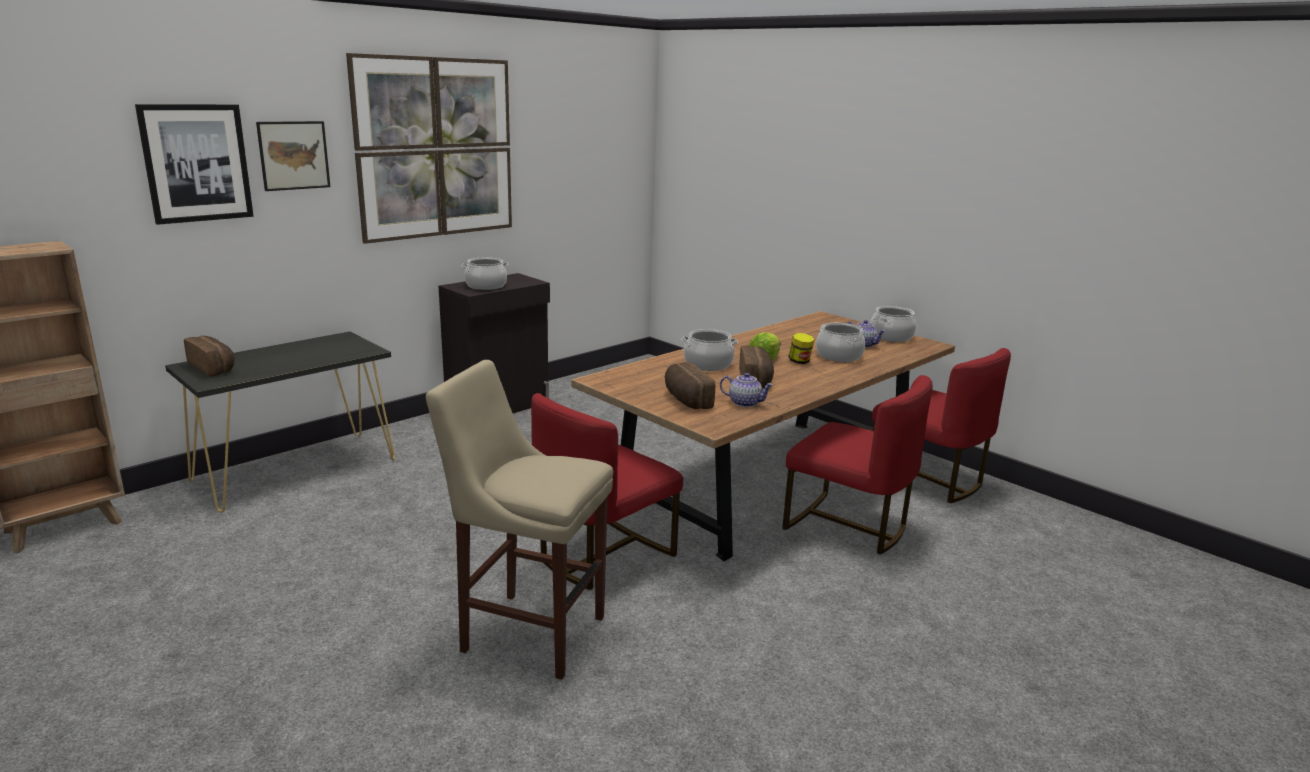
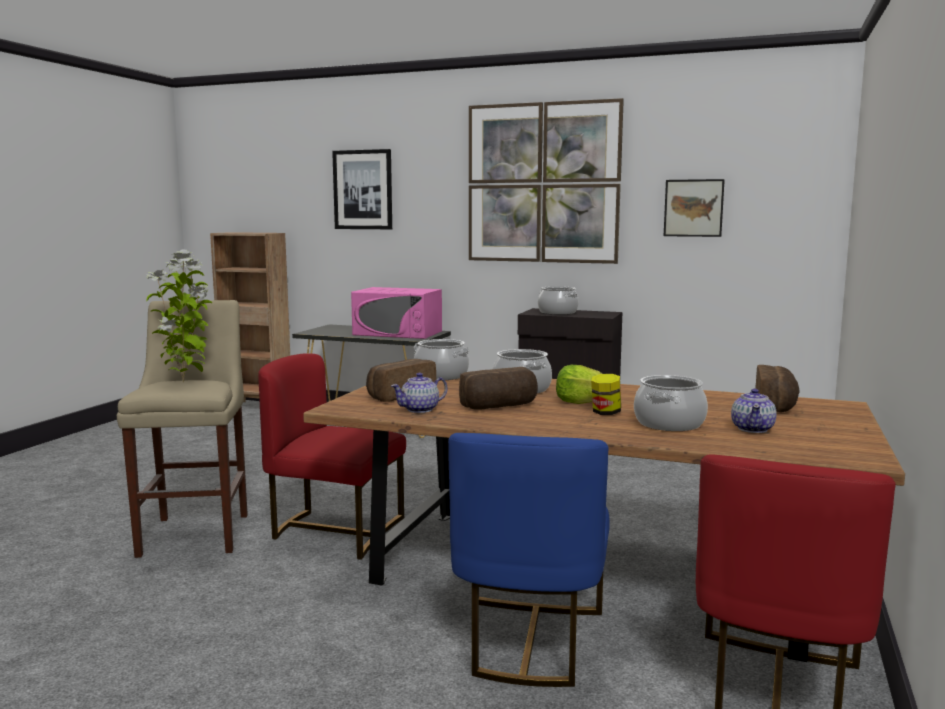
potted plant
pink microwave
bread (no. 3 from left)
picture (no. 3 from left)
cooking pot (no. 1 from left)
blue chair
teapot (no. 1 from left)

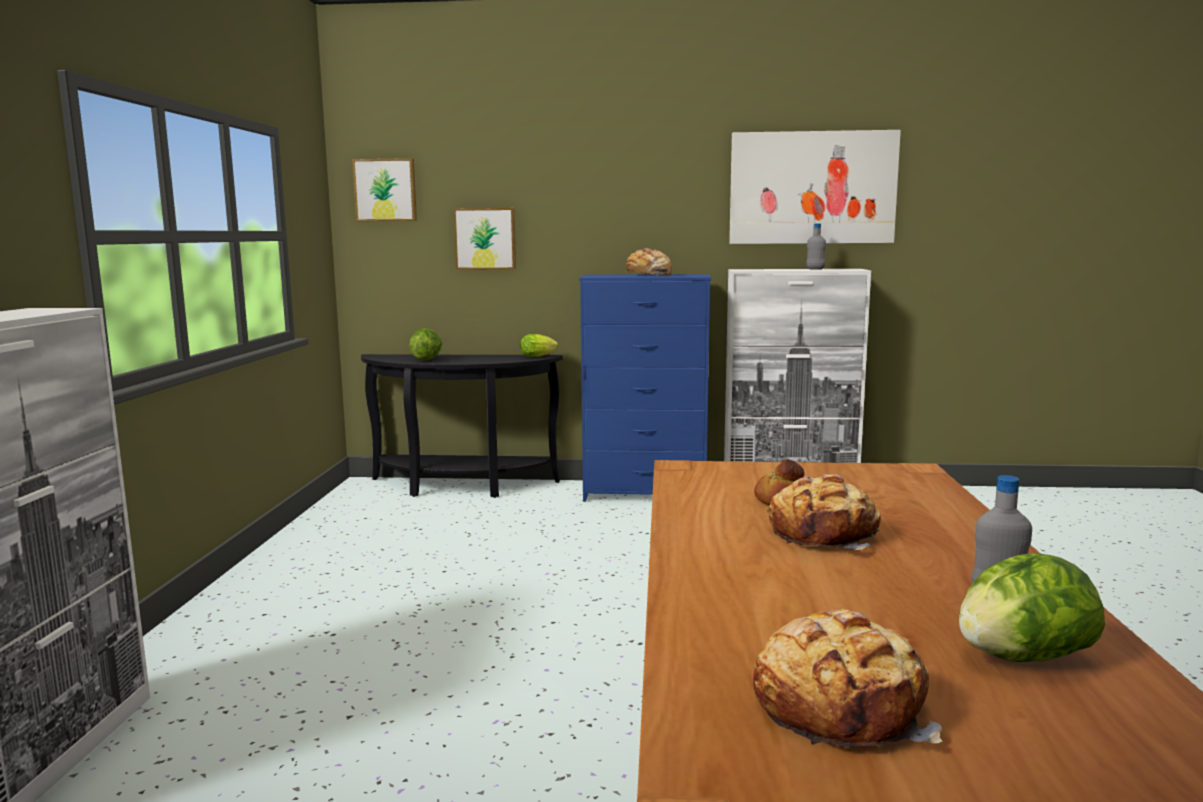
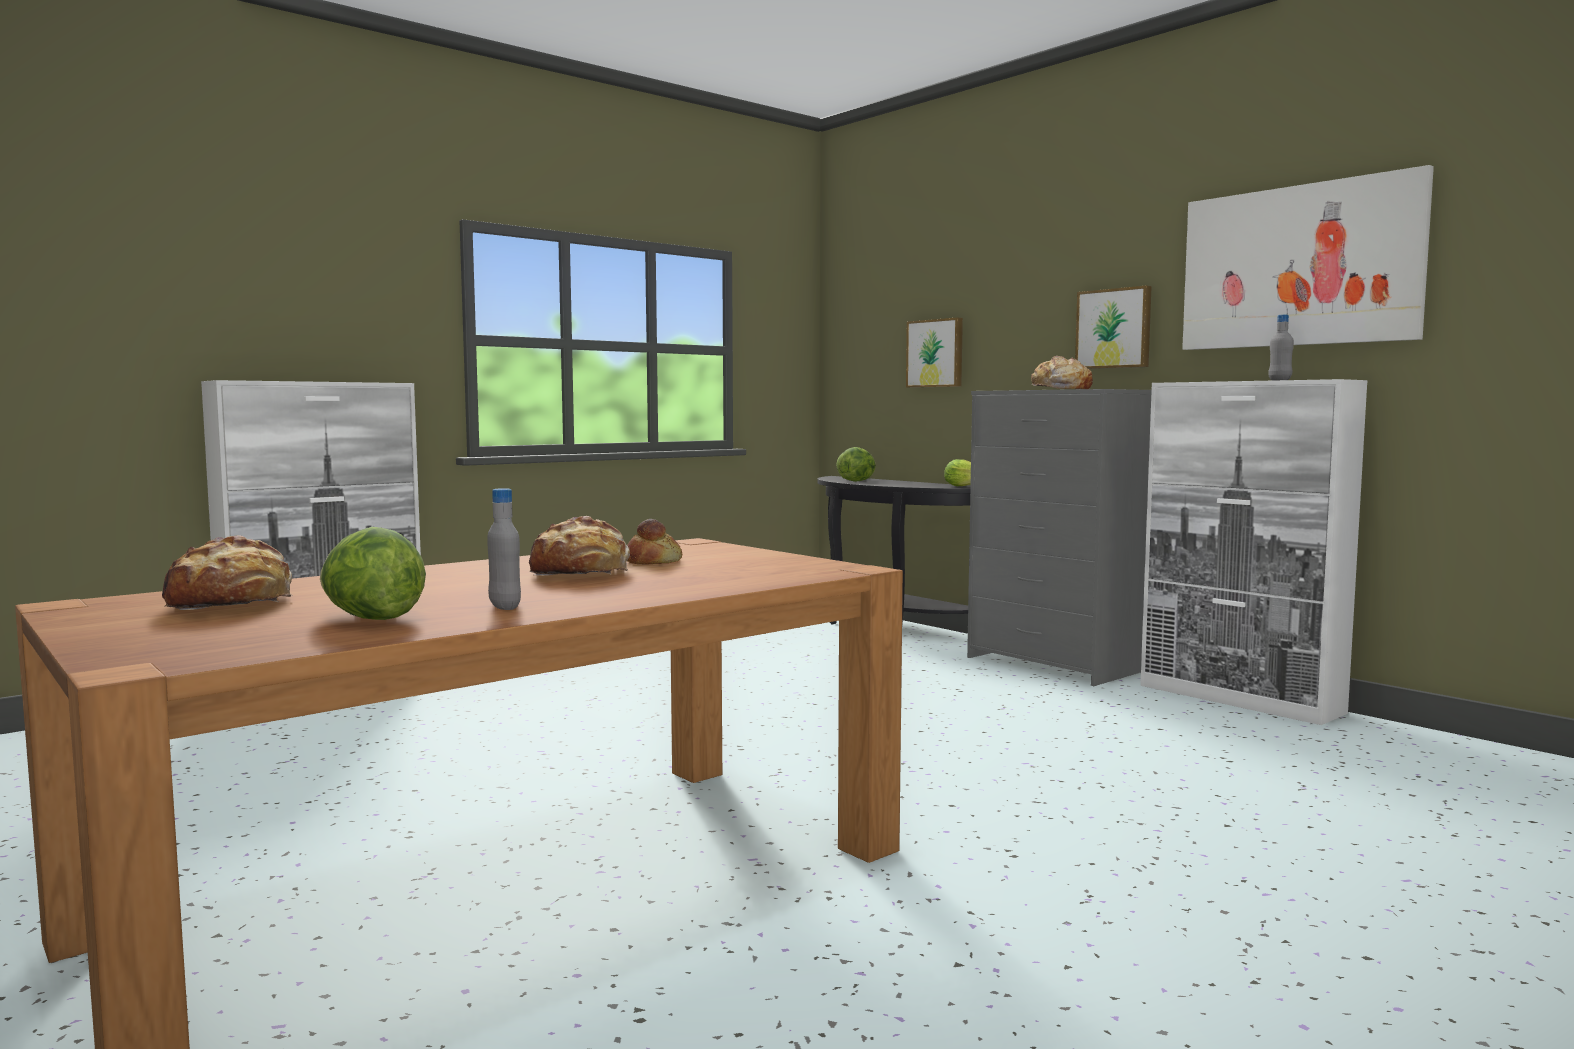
picture (no. 2 from left)
grey dresser

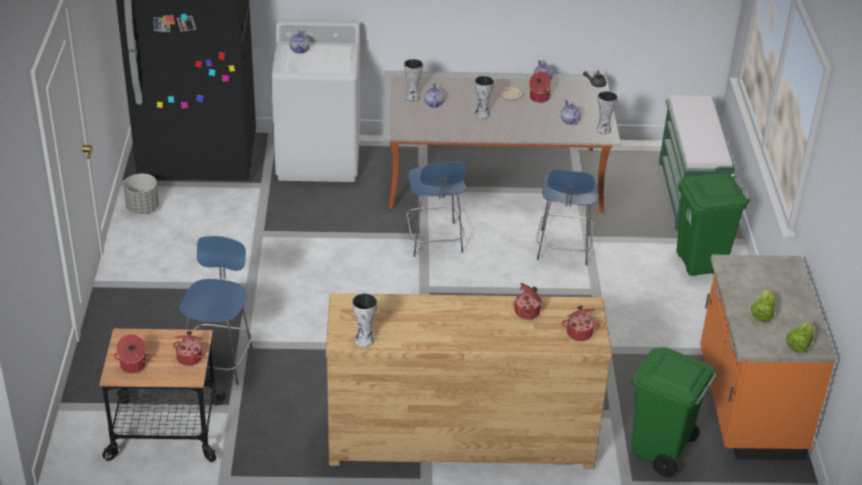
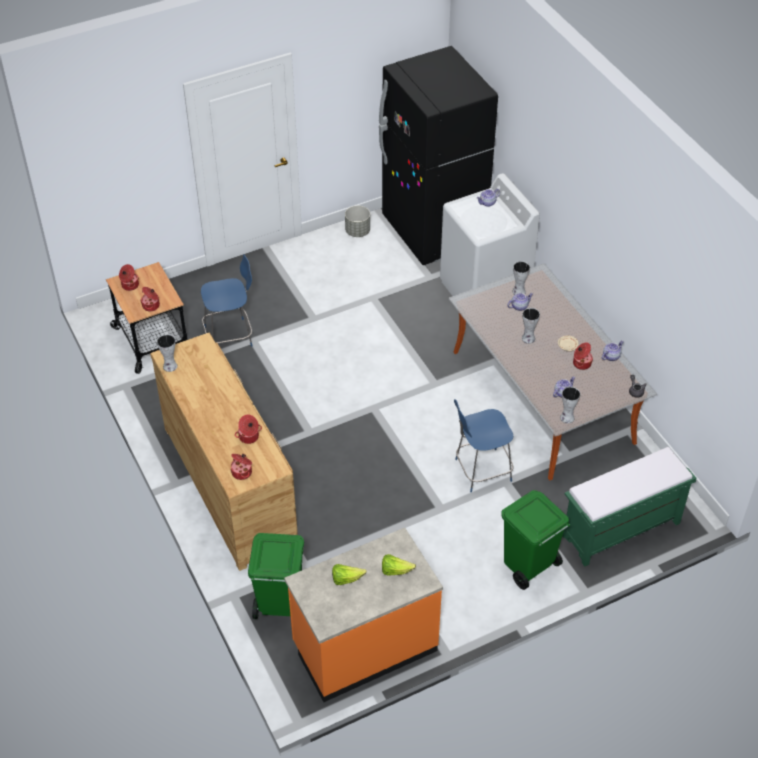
blue chair (no. 2 from left in the first image)
lettuce (no. 2 from left)

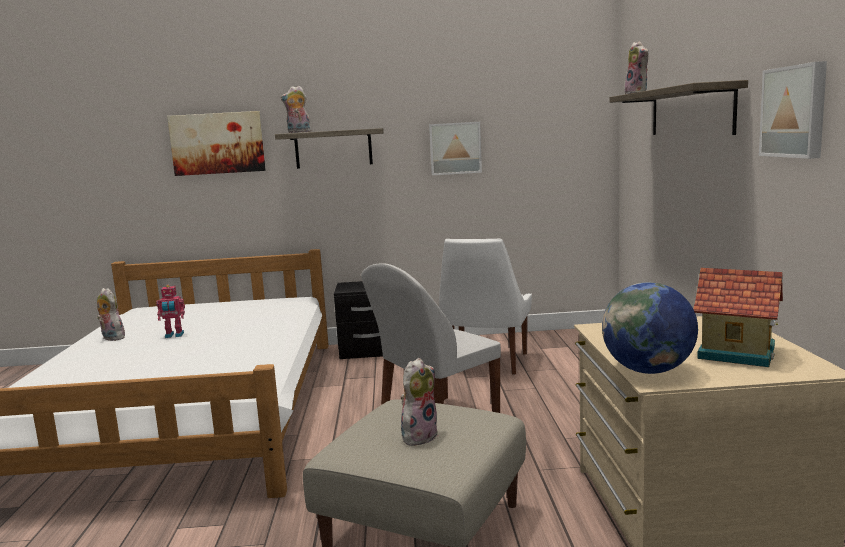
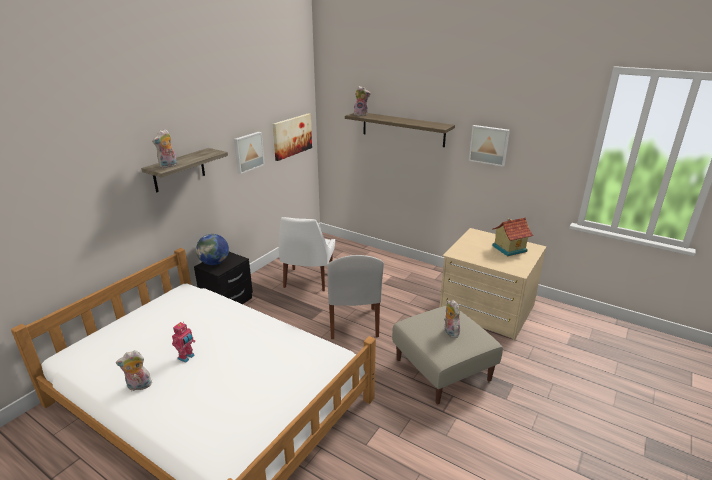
picture (no. 2 from left)
globe
white chair (no. 1 from left)

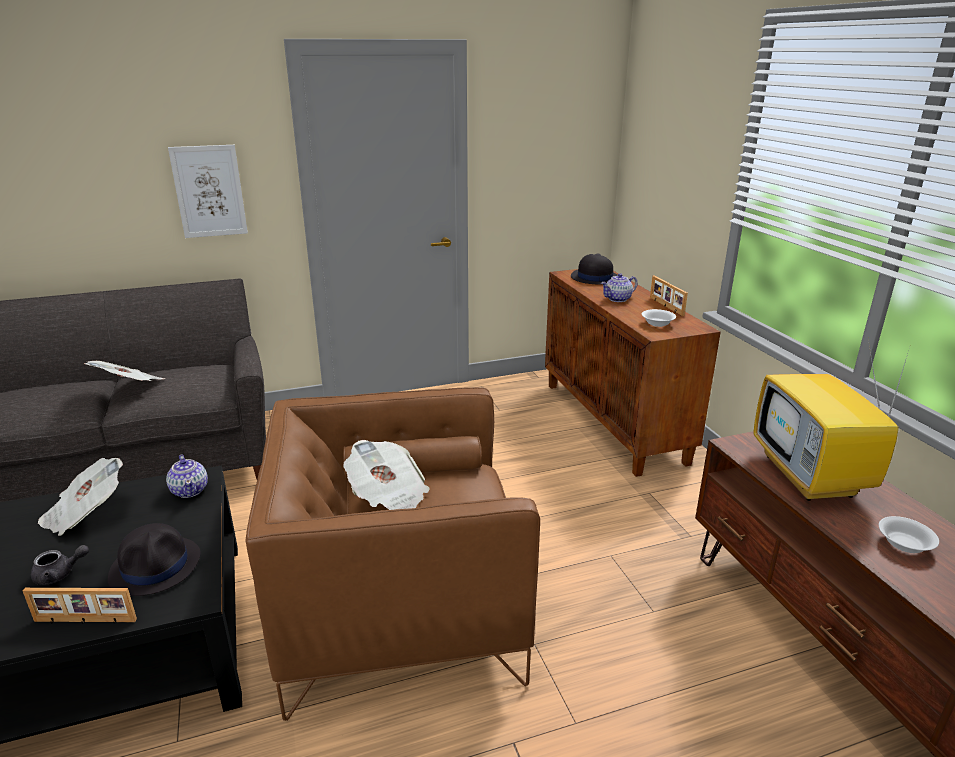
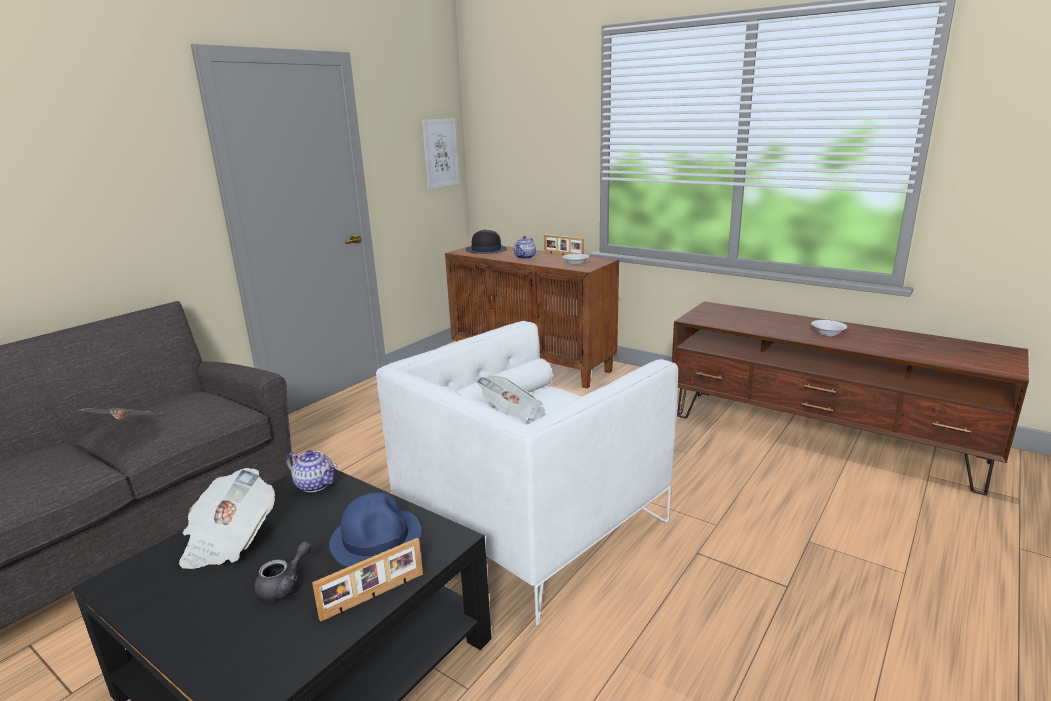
television
picture
blue hat
white armchair

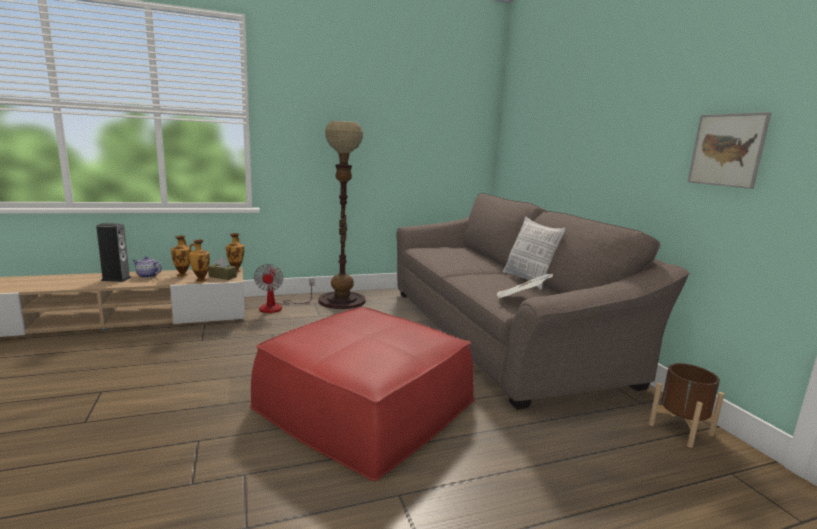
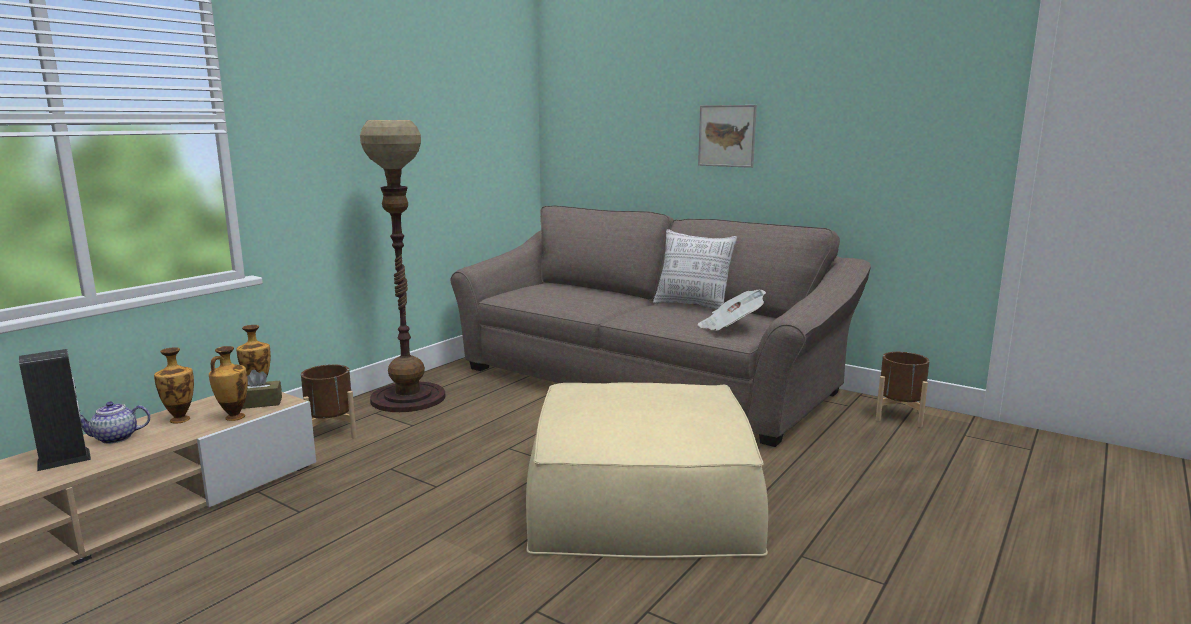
picture
brown planter (no. 1 from left)
beige ottoman

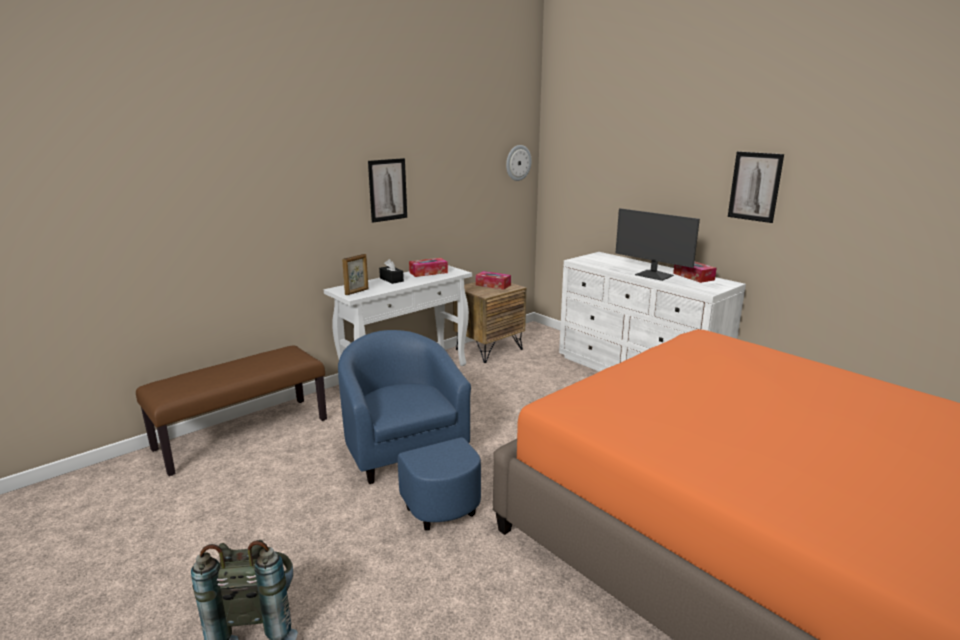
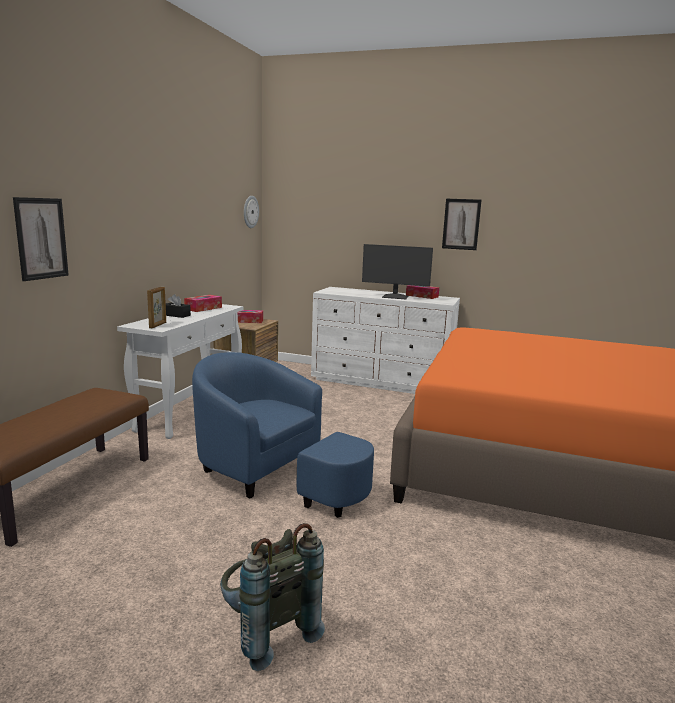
picture (no. 1 from left)

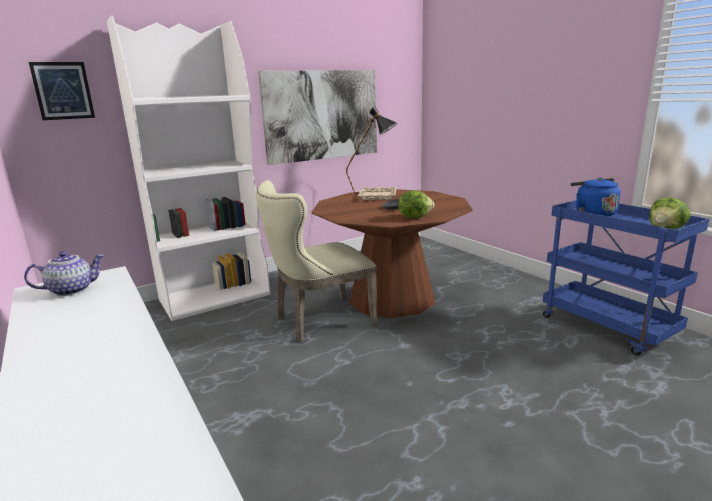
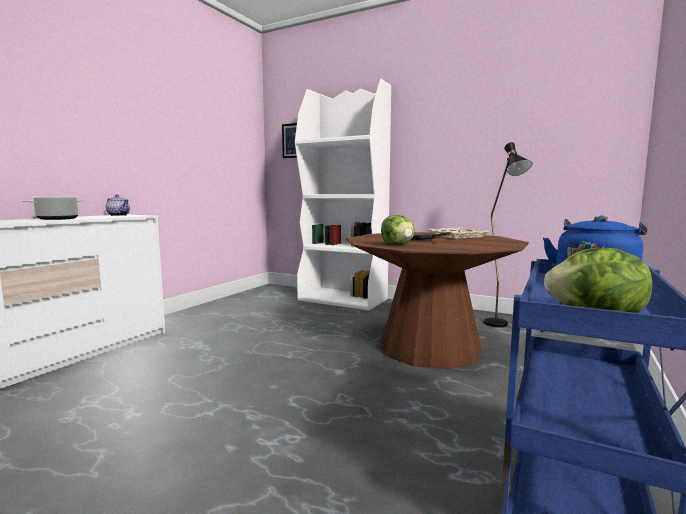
beige chair
picture (no. 2 from left in the first image)
cooking pot

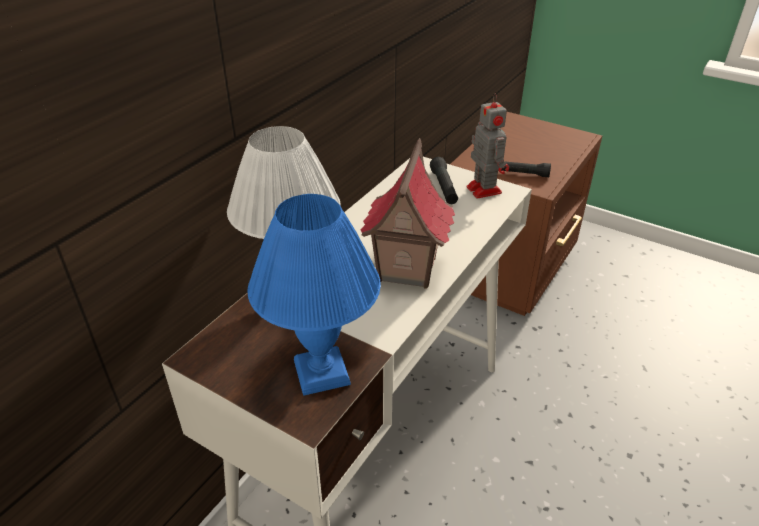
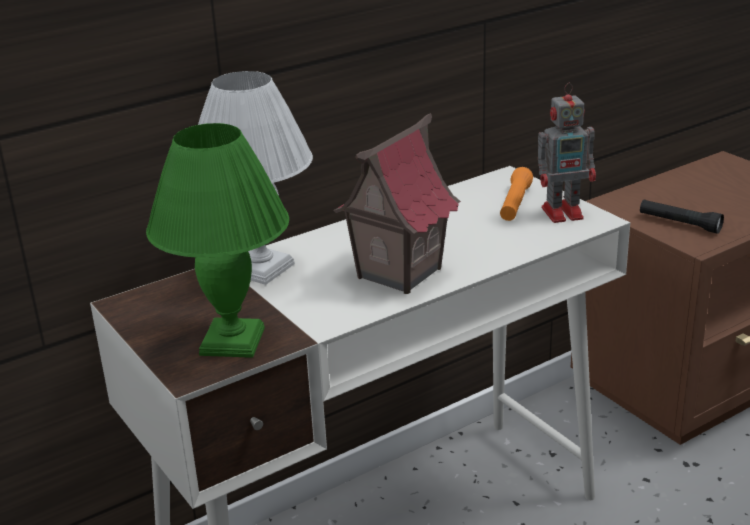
green table lamp
orange flashlight
toy robot

